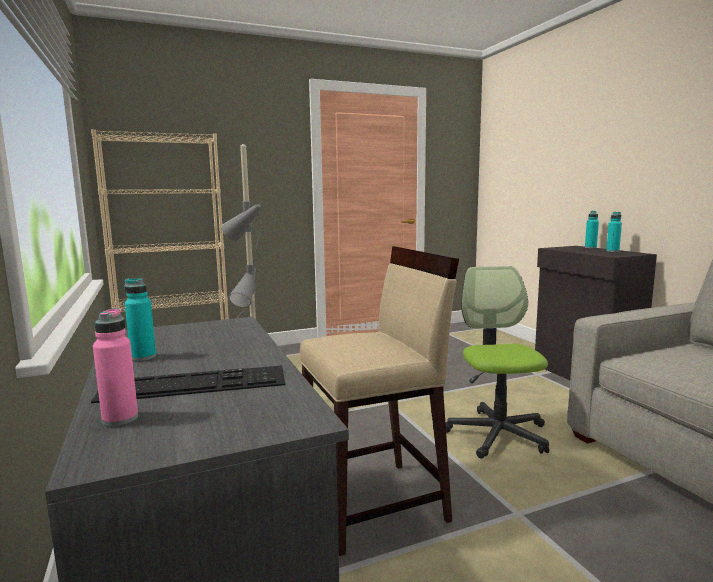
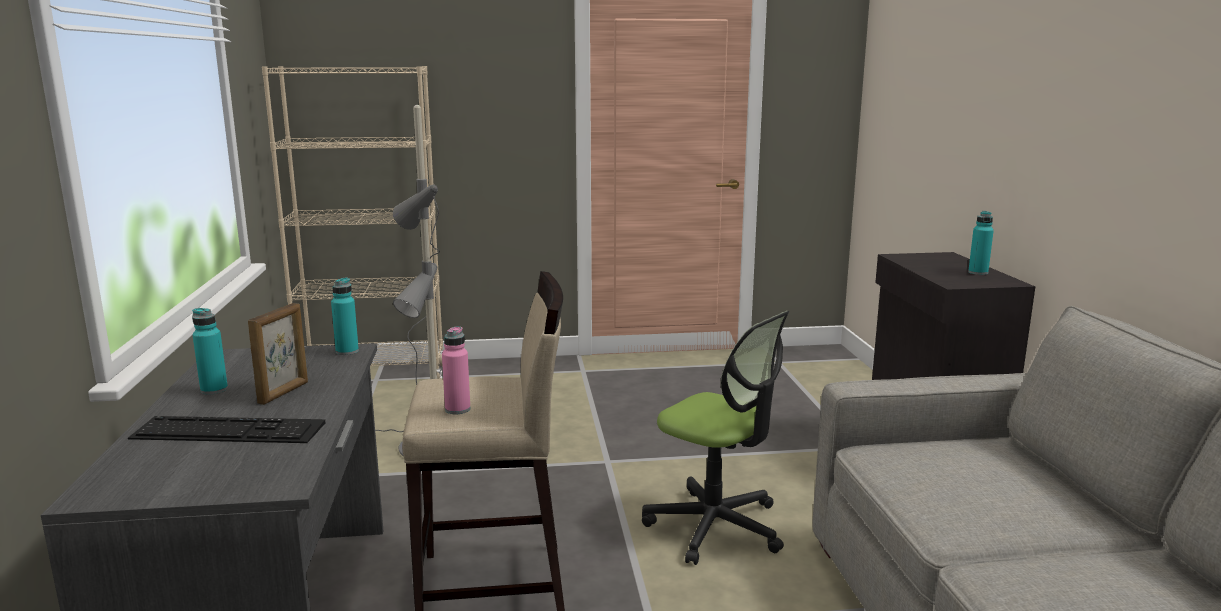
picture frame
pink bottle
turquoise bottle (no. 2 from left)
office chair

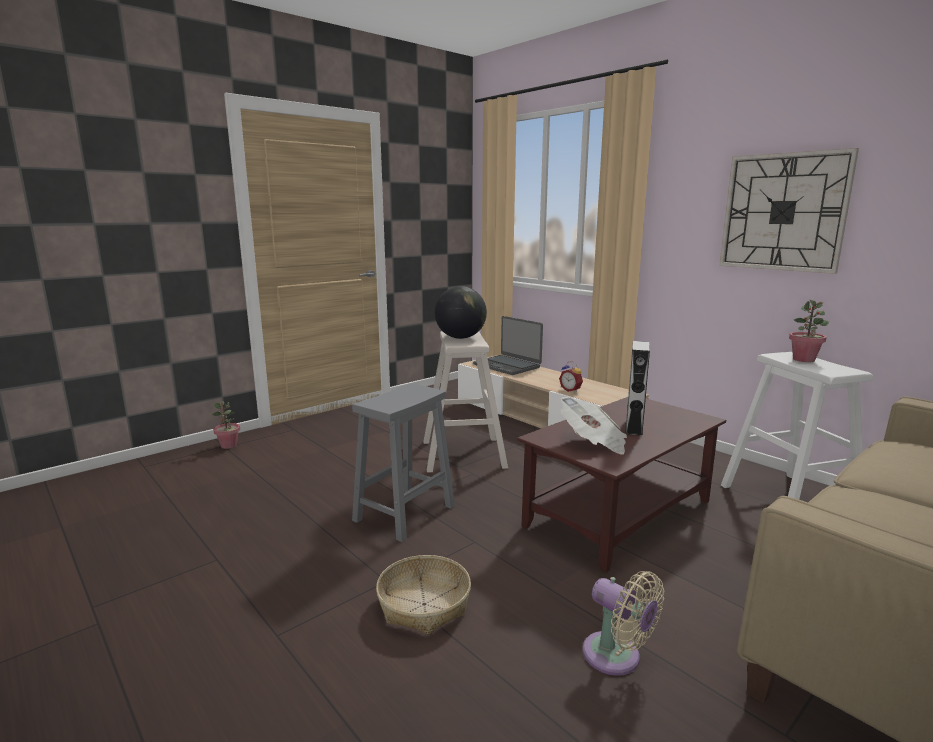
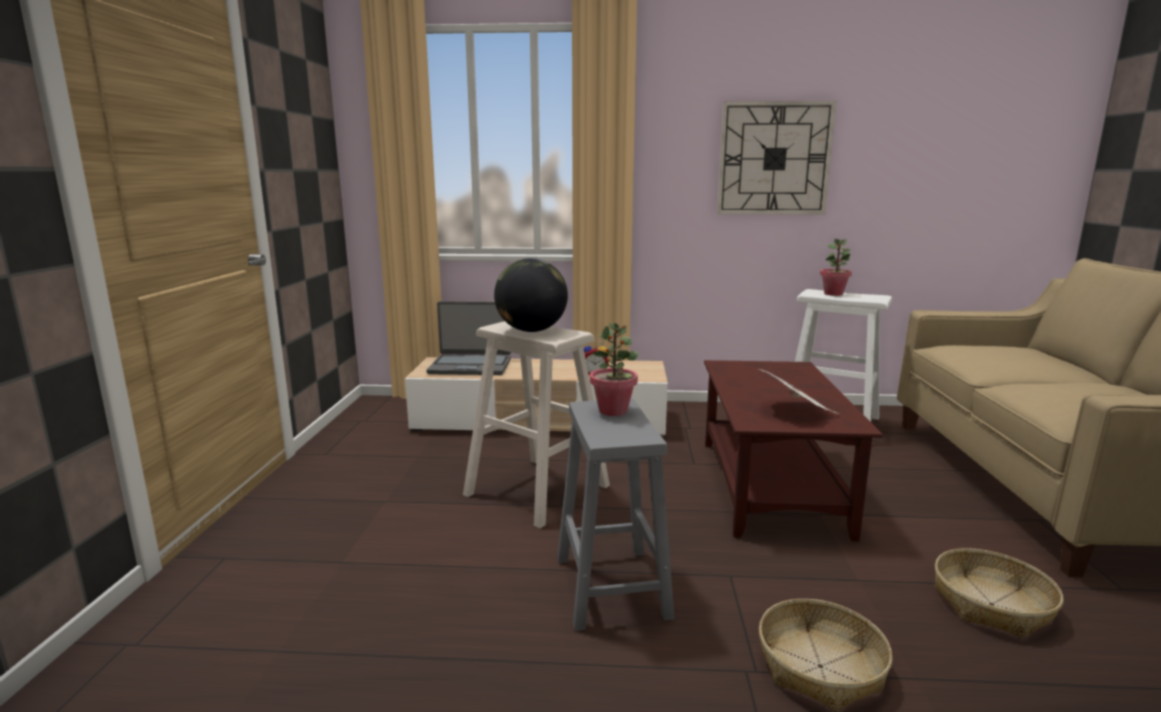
grey speaker
potted plant (no. 1 from left)
basket (no. 2 from left)

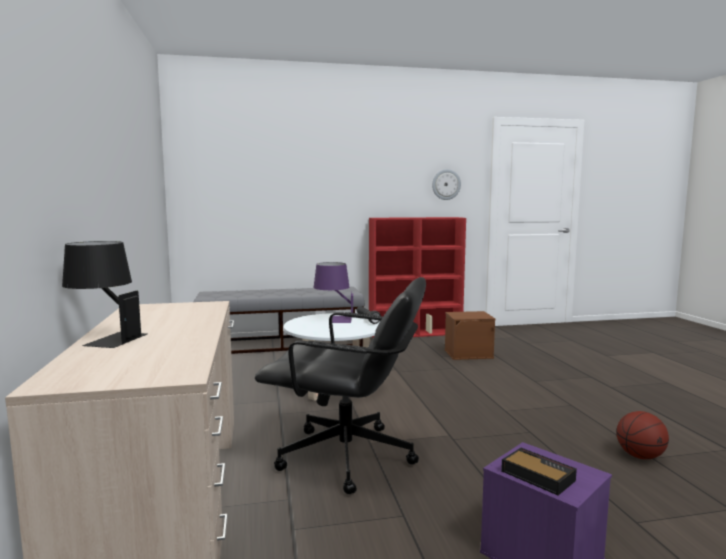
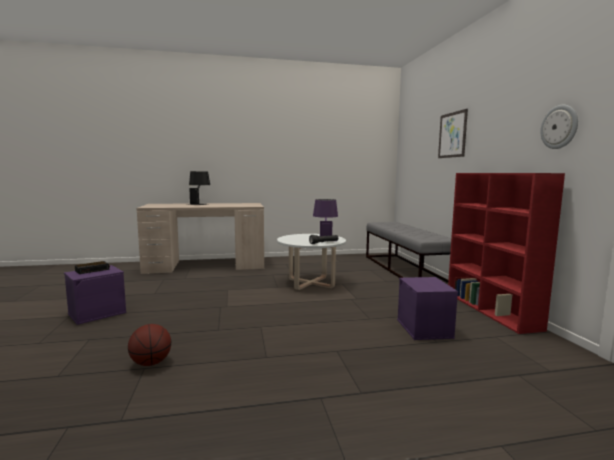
black office chair
picture
purple storage box (no. 2 from left)

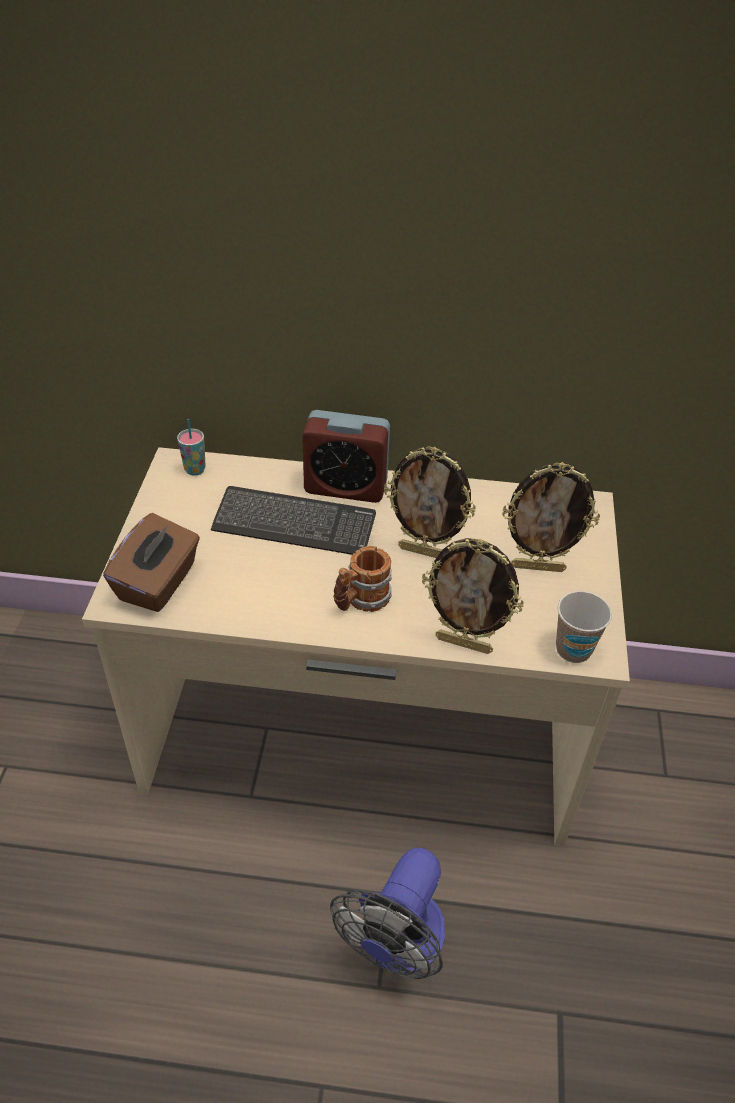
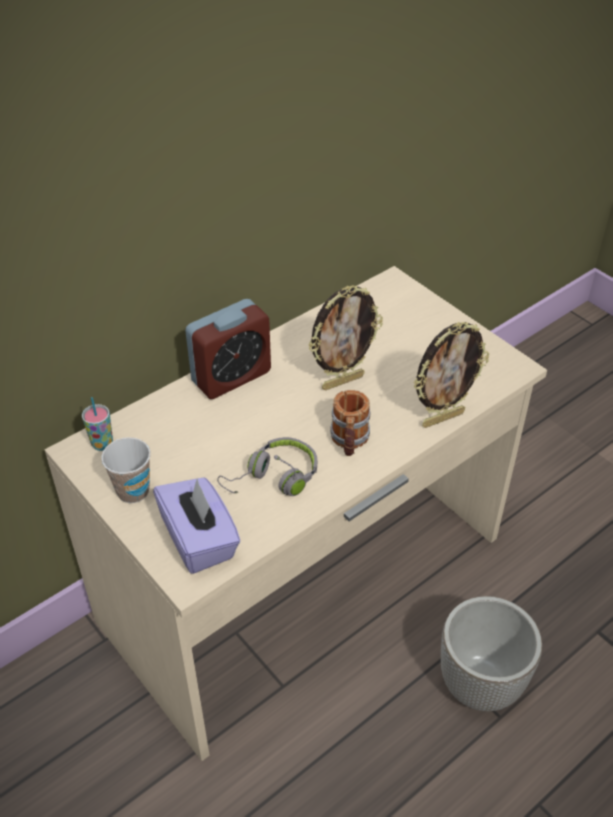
keyboard
picture frame (no. 3 from left in the first image)
grey headphones
cup (no. 2 from left)
planter
purple tissue box

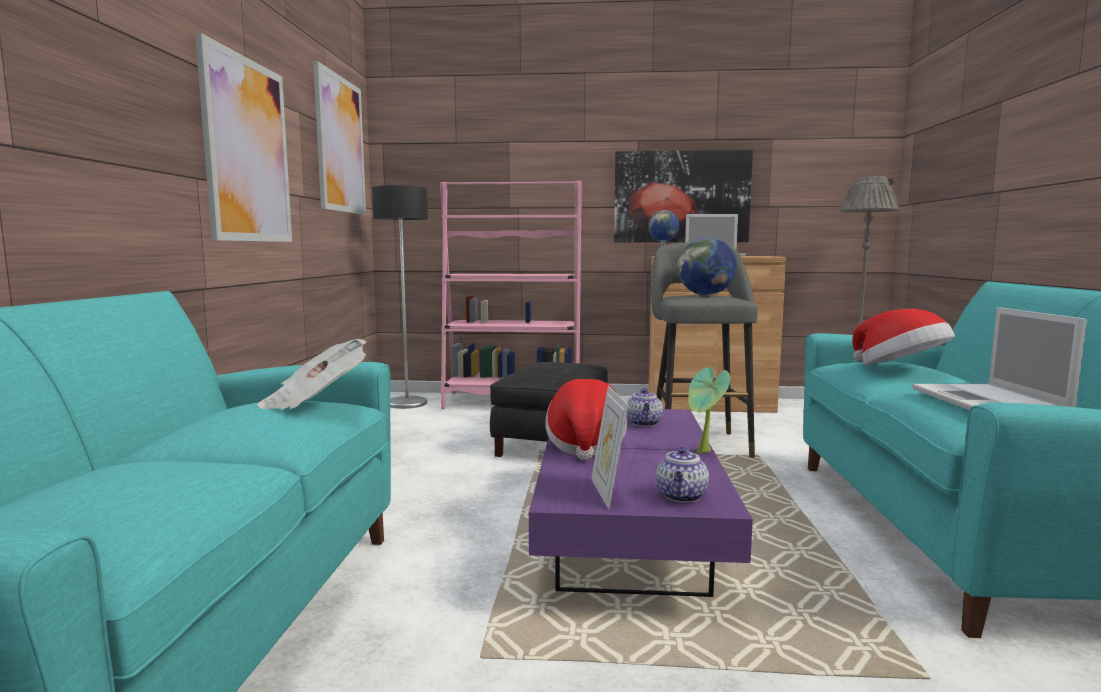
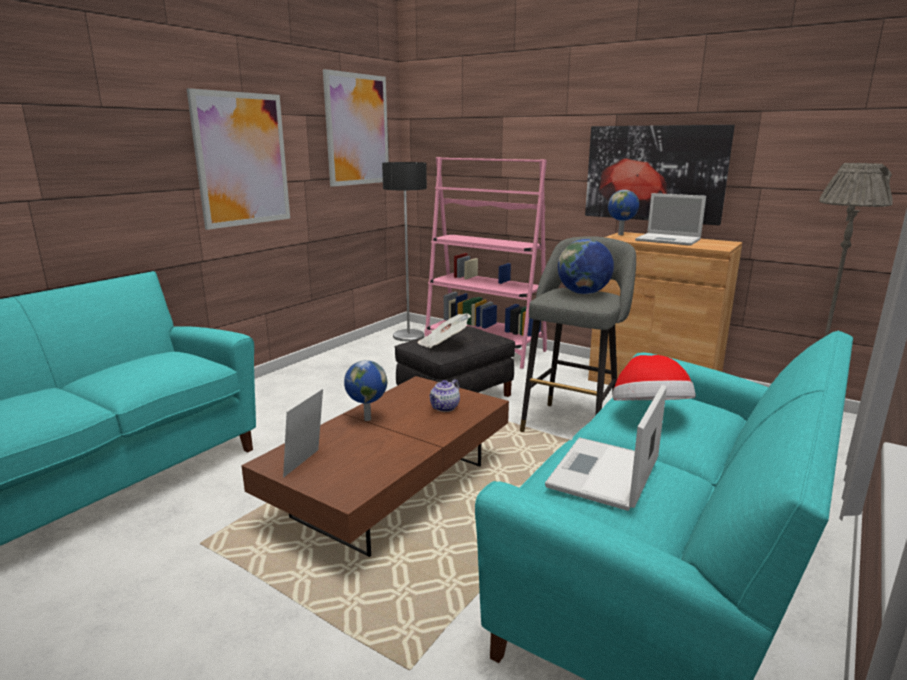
teapot (no. 2 from left in the first image)
potted plant
newspaper
globe (no. 1 from left)
brown coffee table

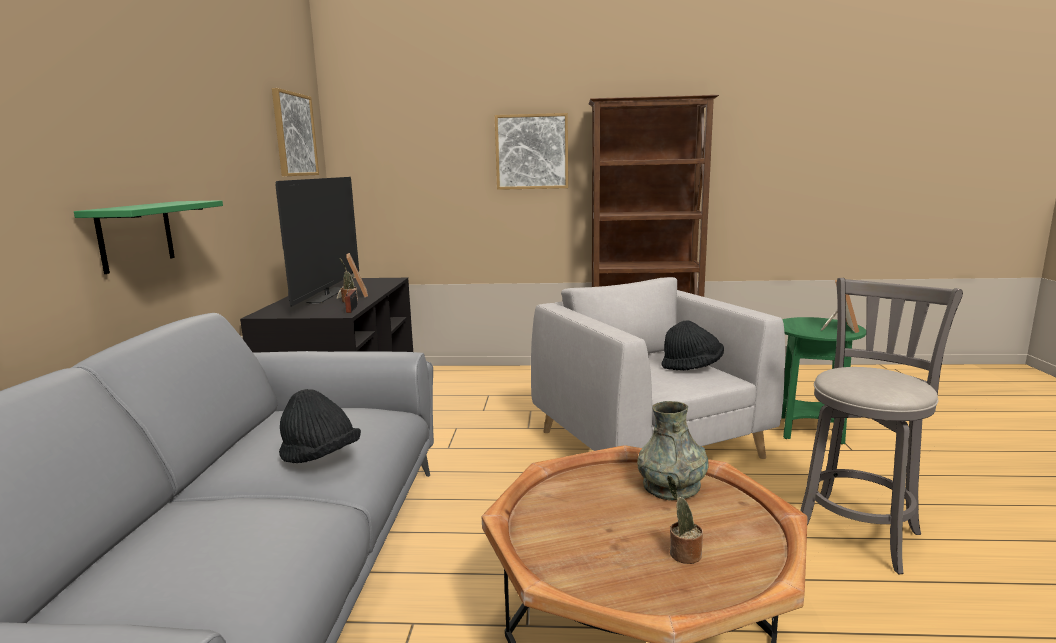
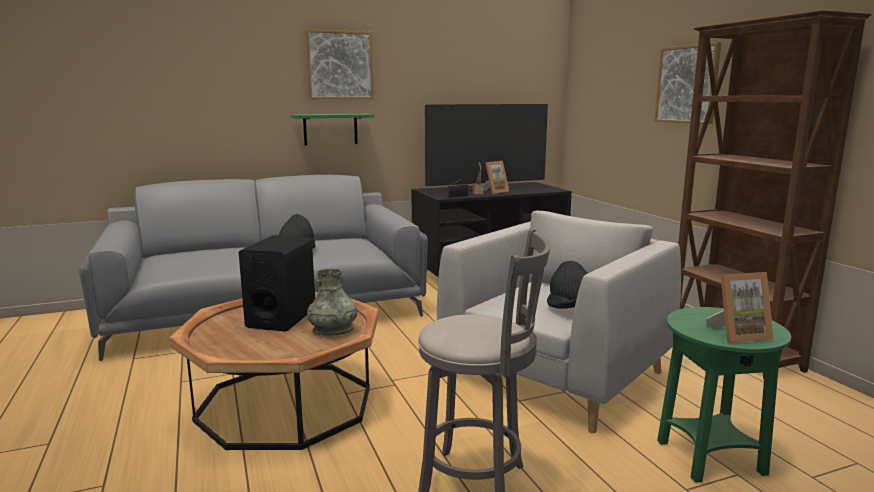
potted plant (no. 2 from left in the first image)
black speaker
picture (no. 1 from left)

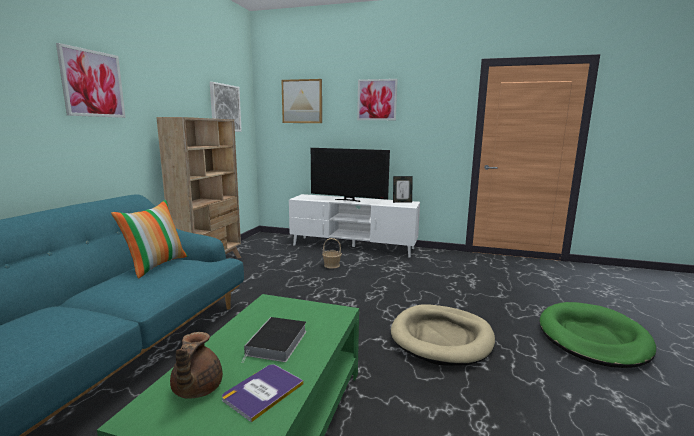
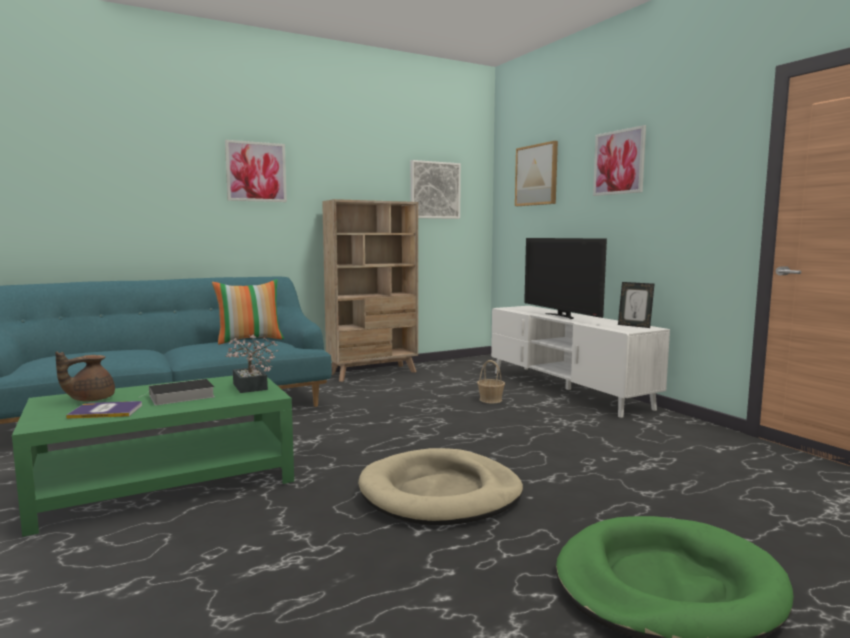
potted plant

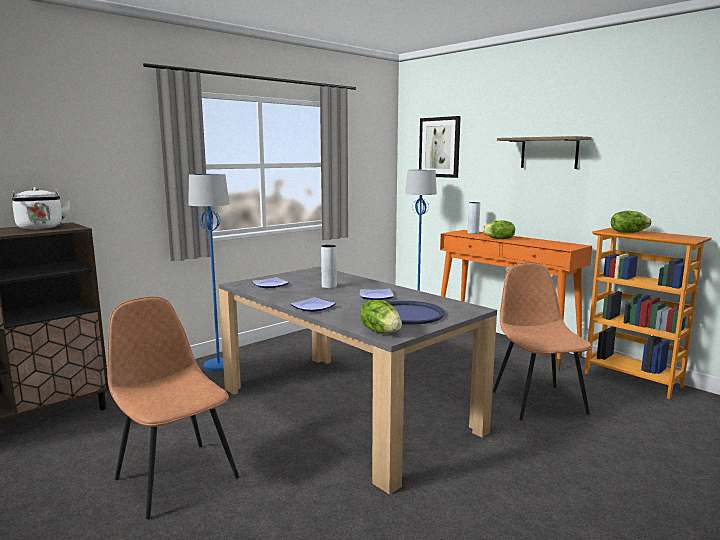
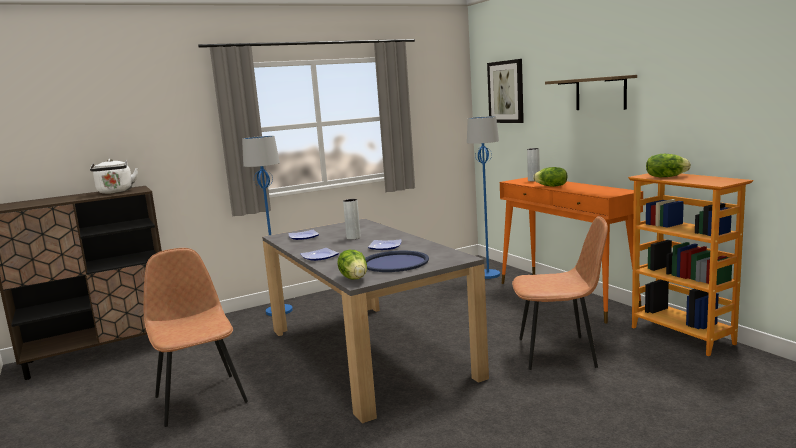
brown chair (no. 2 from left)

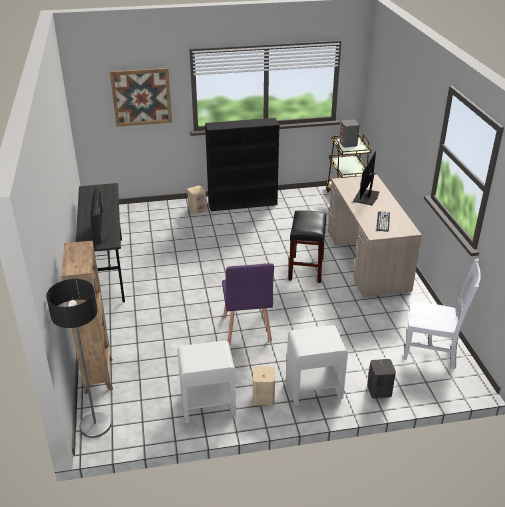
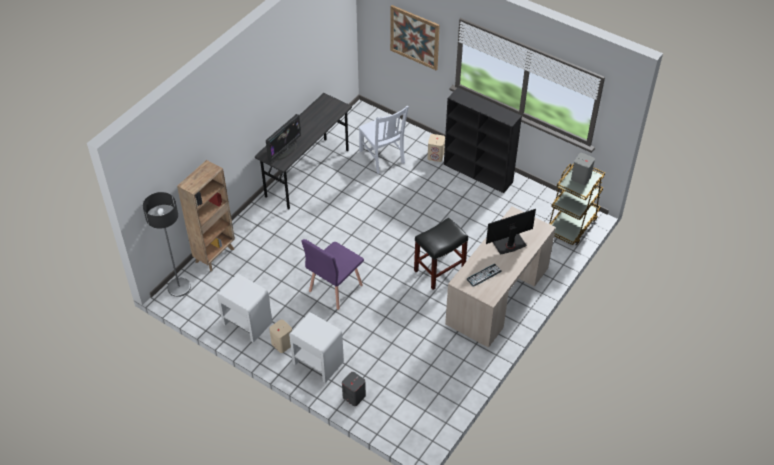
white chair

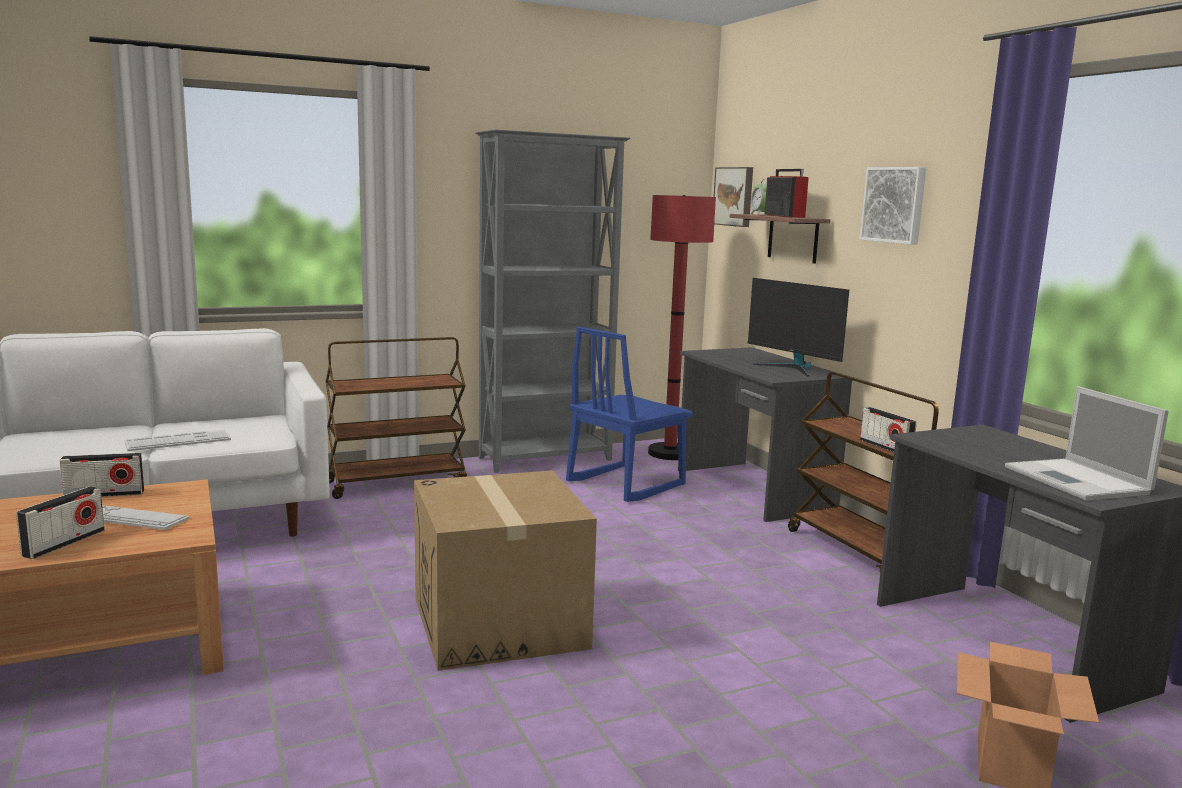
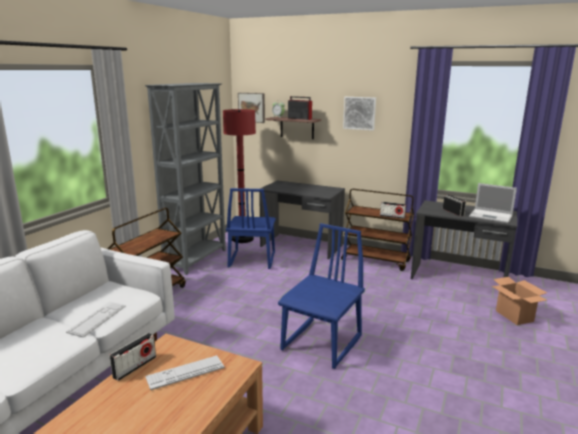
monitor
radio (no. 4 from left)
blue chair (no. 2 from left)

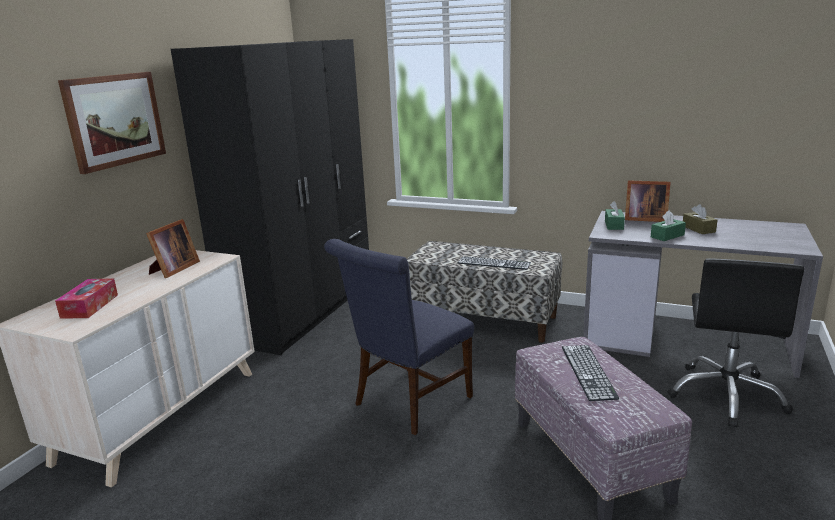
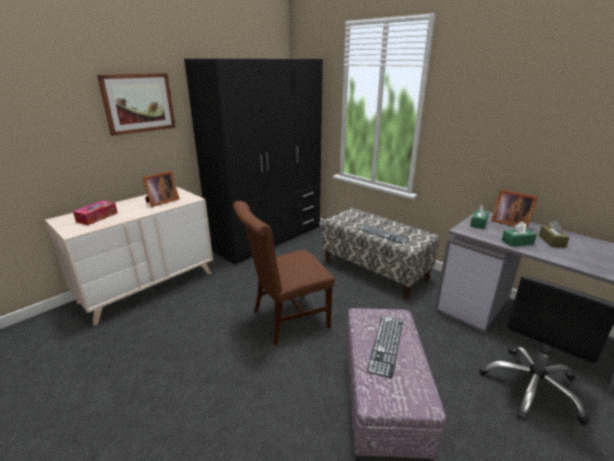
brown chair

